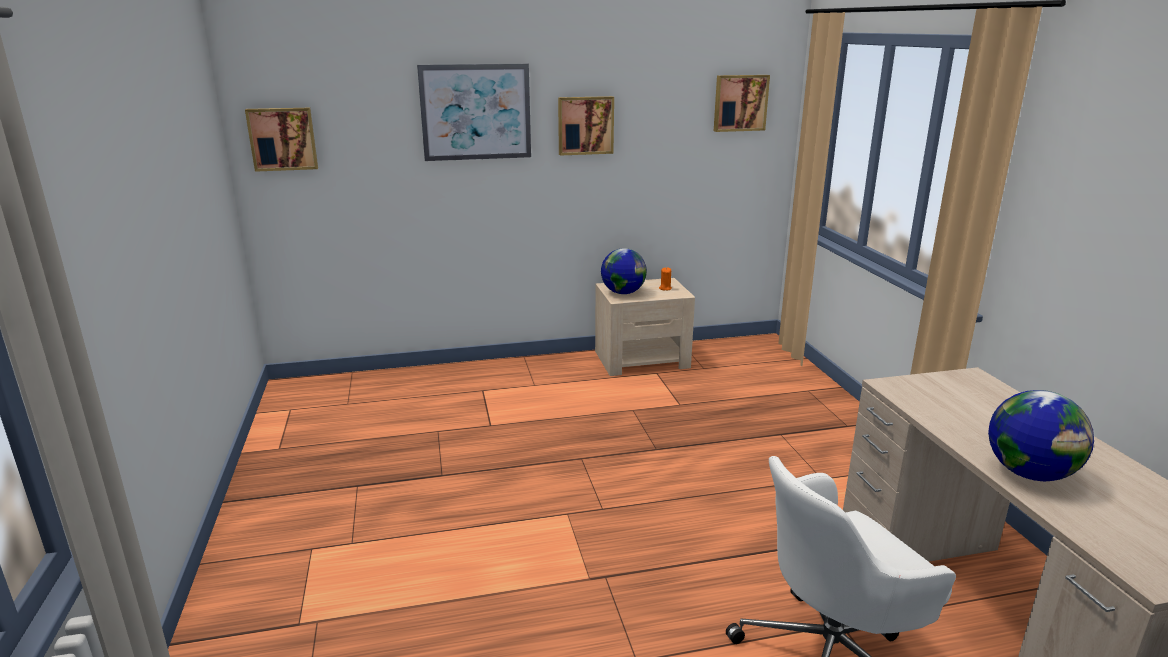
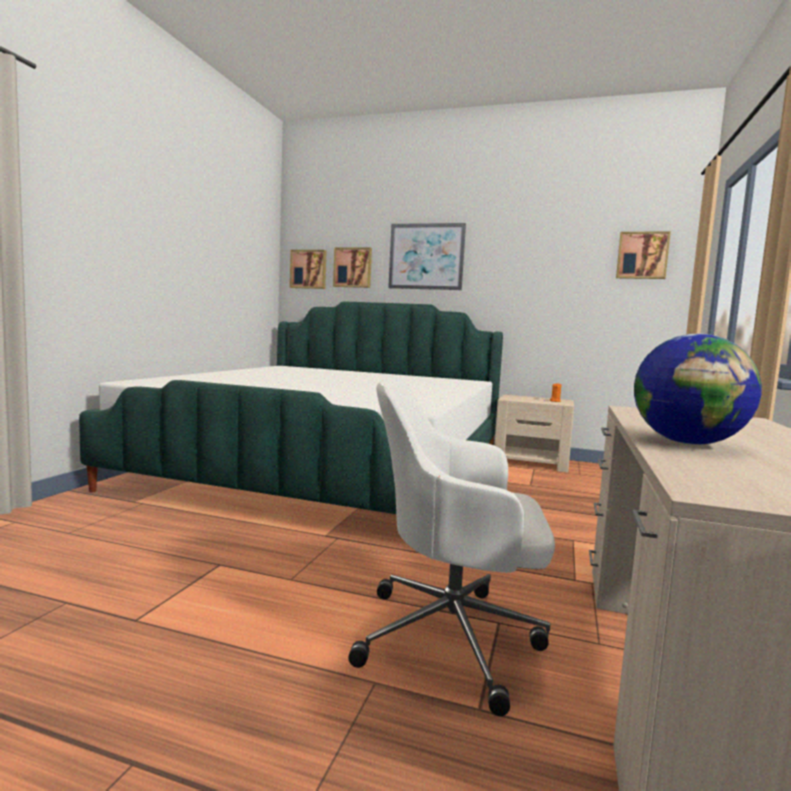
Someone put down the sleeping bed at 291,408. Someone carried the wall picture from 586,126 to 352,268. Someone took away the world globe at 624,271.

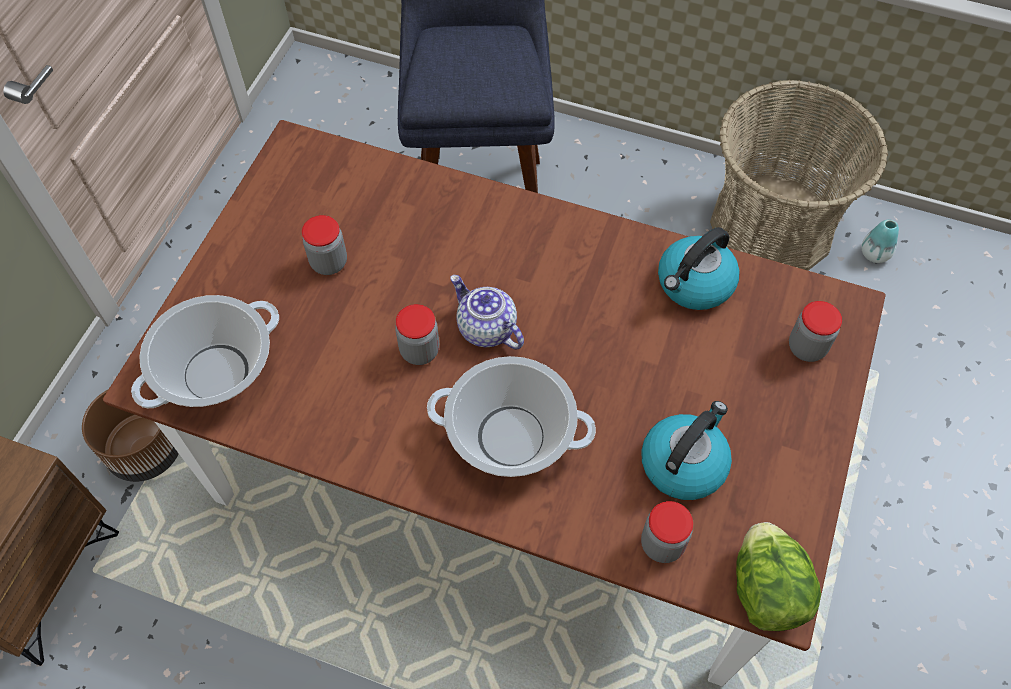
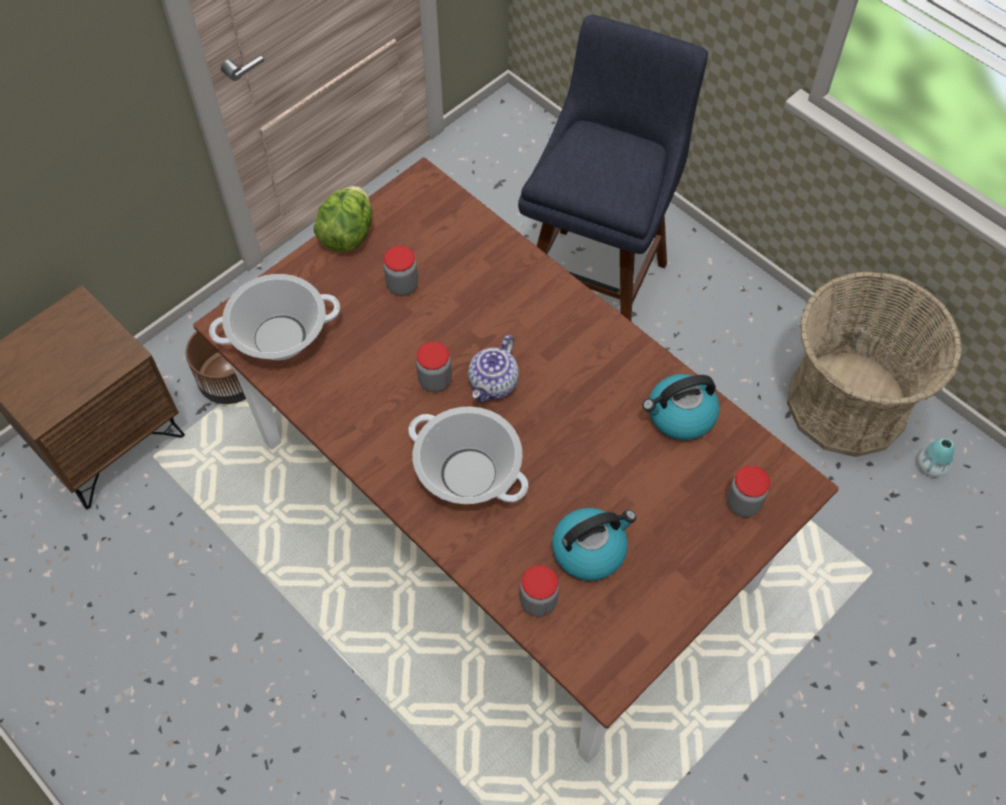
Someone carried the lettuce from 778,576 to 343,219. Someone rotated the teapot at 487,312 by 135 degrees counterclockwise.

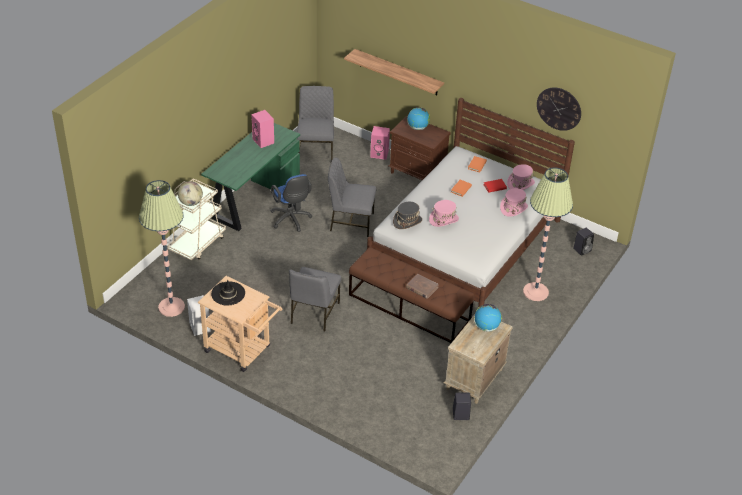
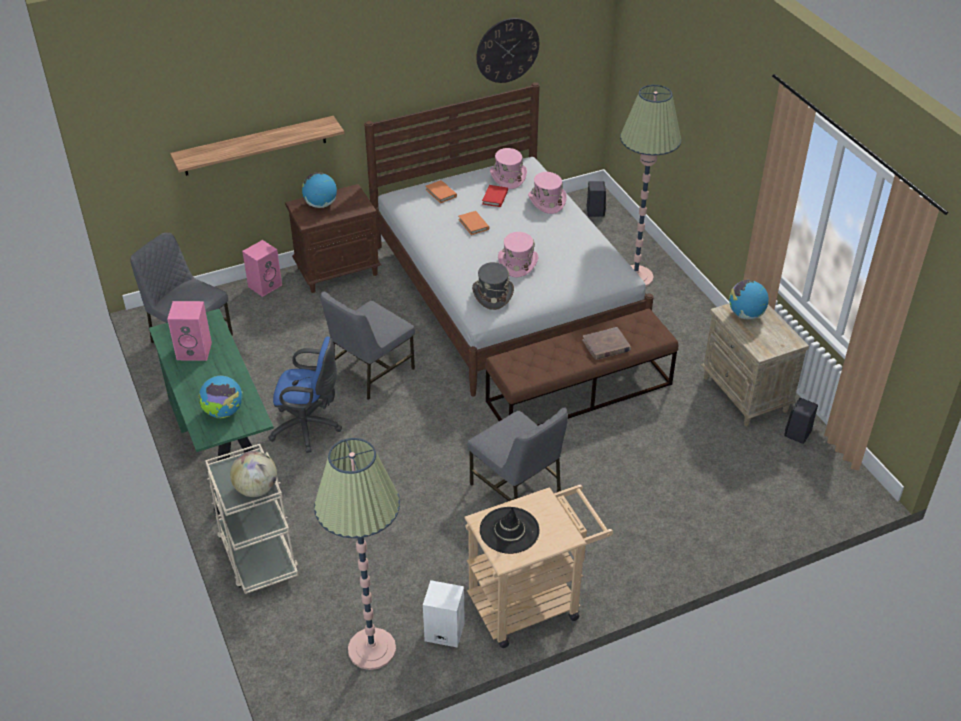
Someone put down the world globe at 220,397.

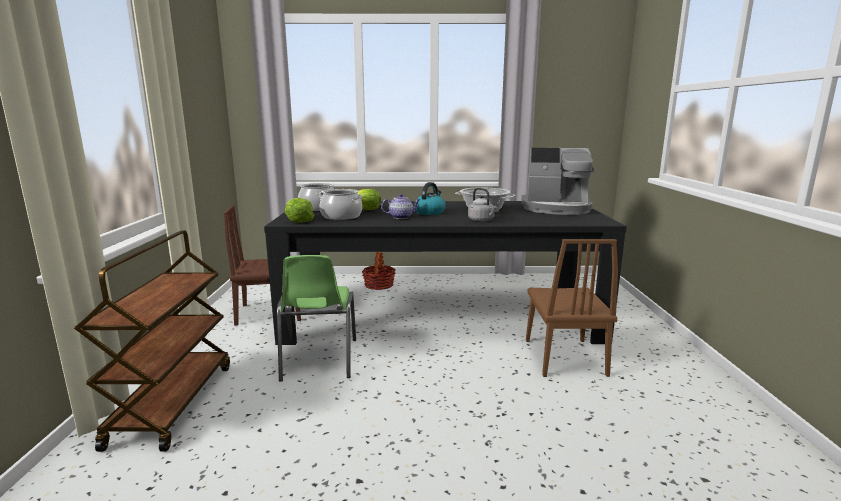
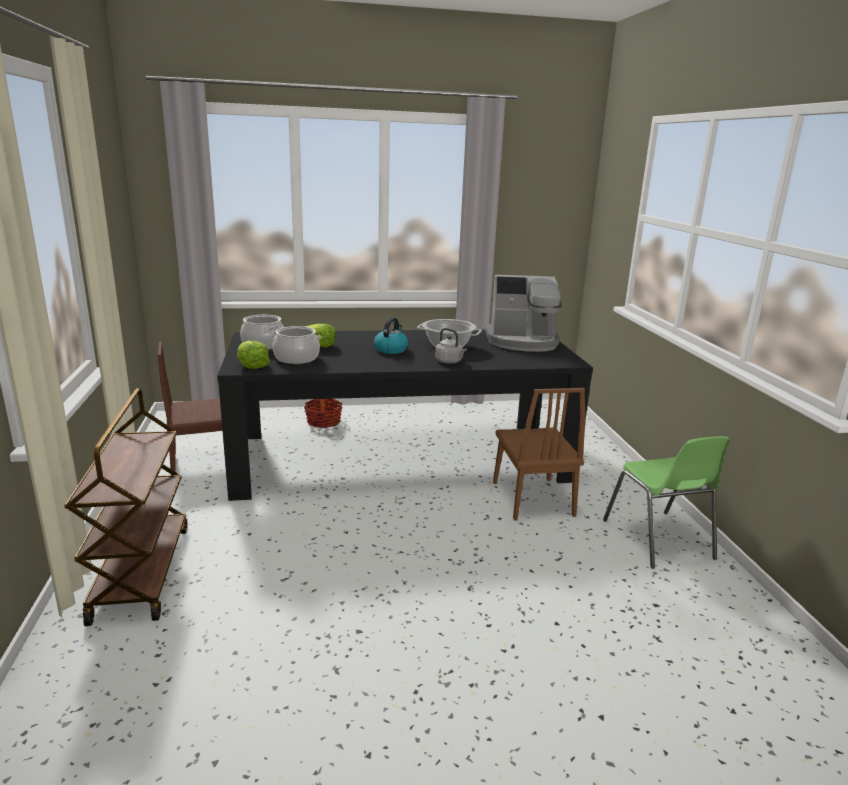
Someone carried the green-coloured chair from 316,318 to 666,502. Someone took away the teapot at 400,206.

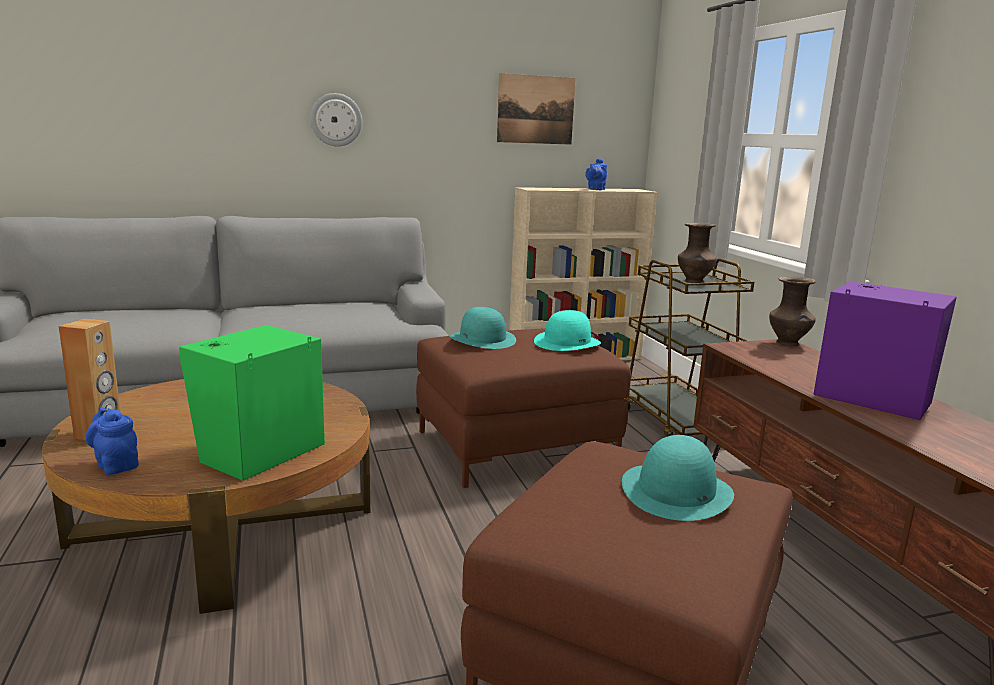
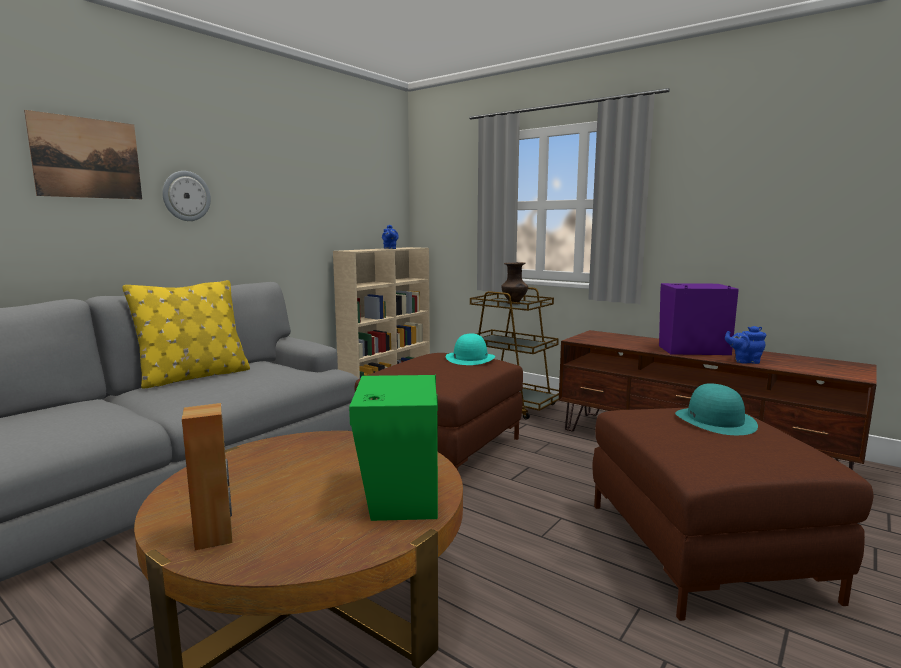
Someone carried the wall picture from 536,109 to 83,154. Someone put down the yellow-coloured throw pillow at 186,334. Someone carried the bluish teapot from 112,441 to 745,345. Someone took away the turquoise clothing hat at 483,328. Someone took away the brownish decorative vase at 792,311.

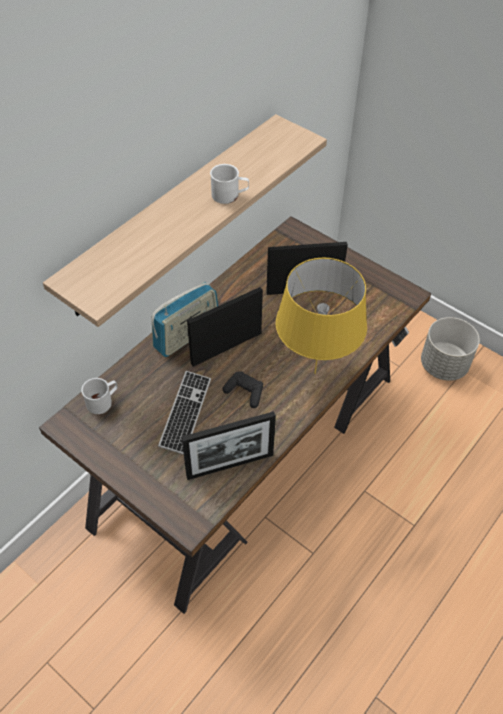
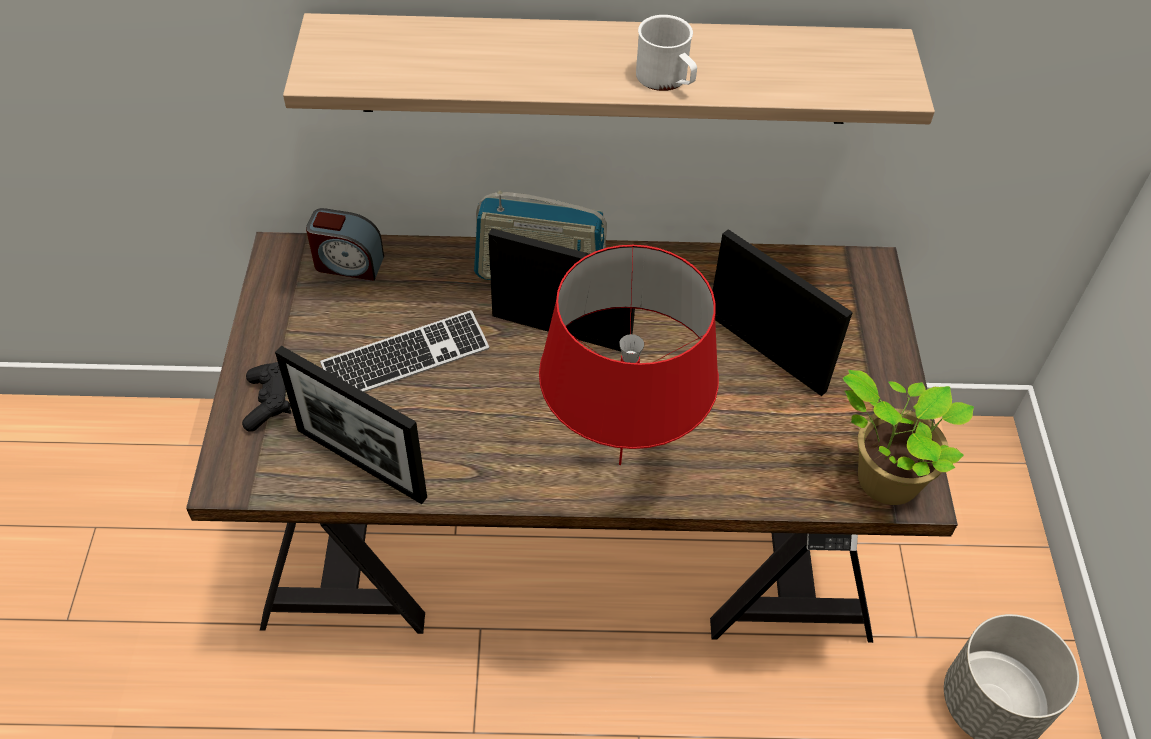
Someone carried the black gamepad from 242,389 to 267,396. Someone swapped the white mug at 99,396 for the alarm clock at 345,244. Someone repainted the yellow-coloured lamp for a table at 321,316, which became the red lamp for a table at 629,355. Someone put down the potted plant at 908,437.

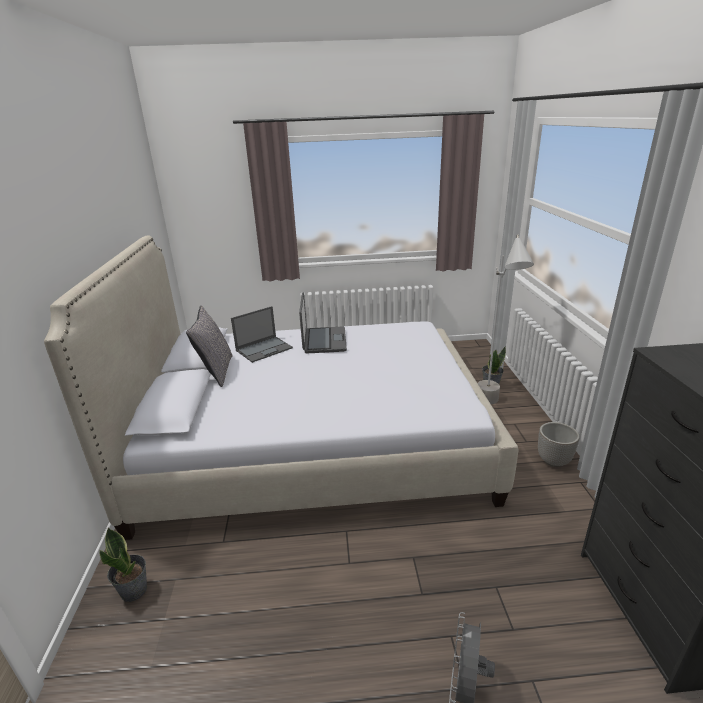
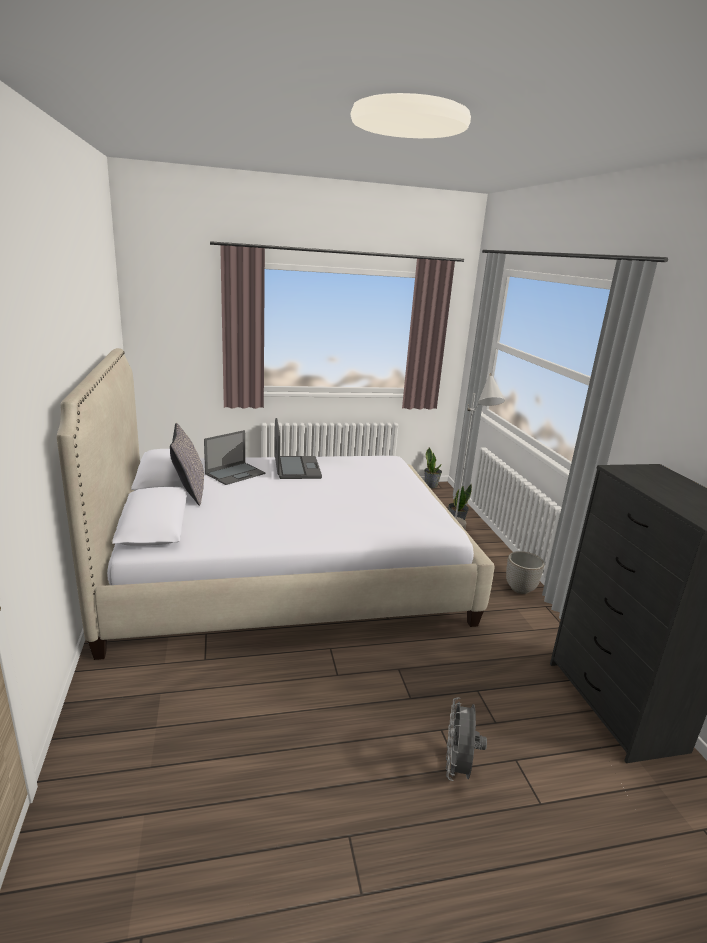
Someone carried the potted plant from 123,565 to 433,468.

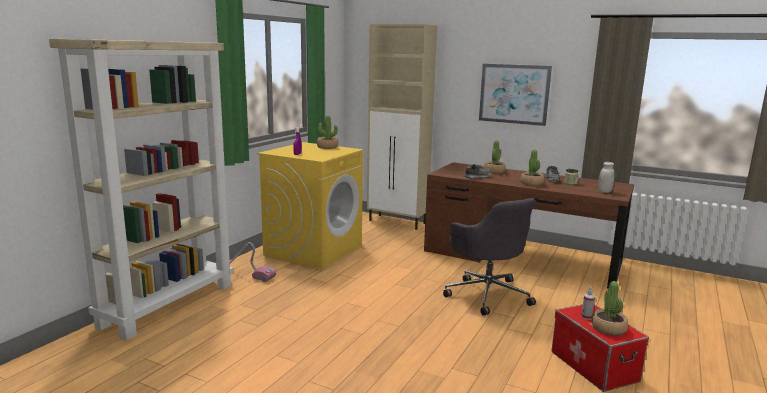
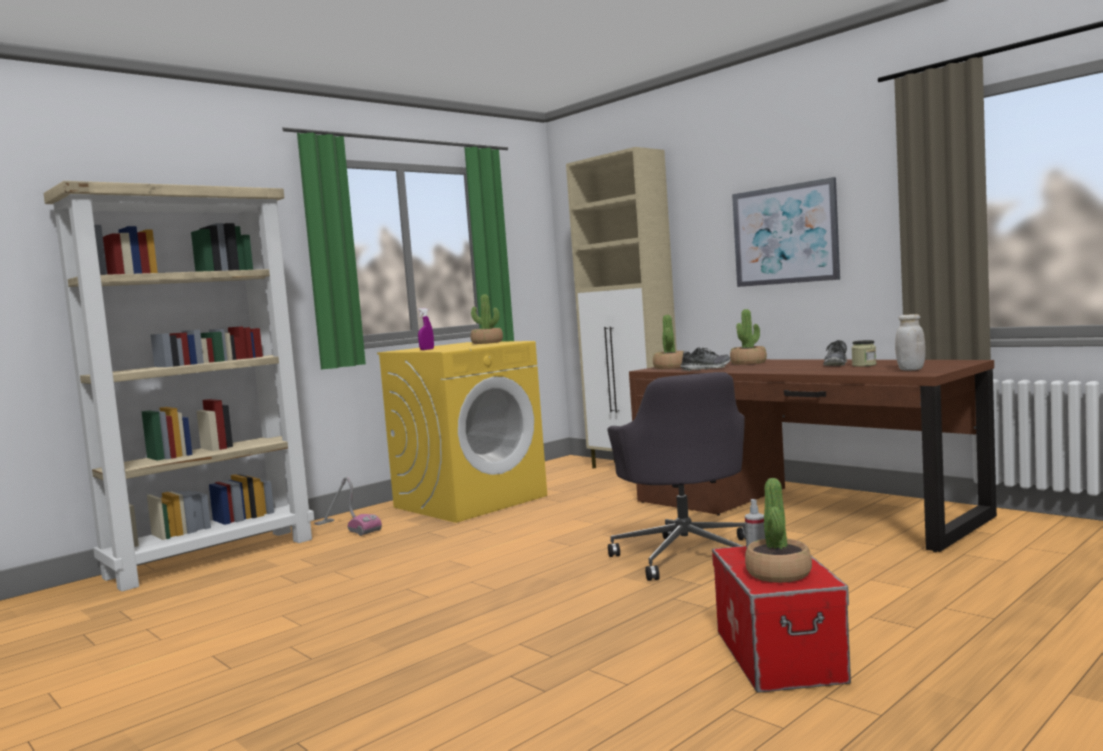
Someone carried the potted plant from 532,168 to 668,342.

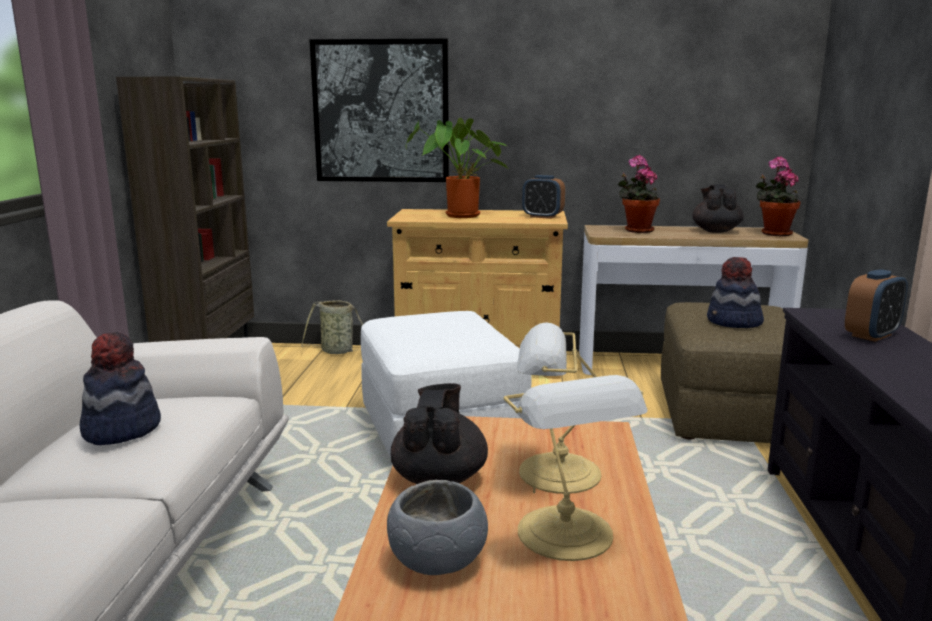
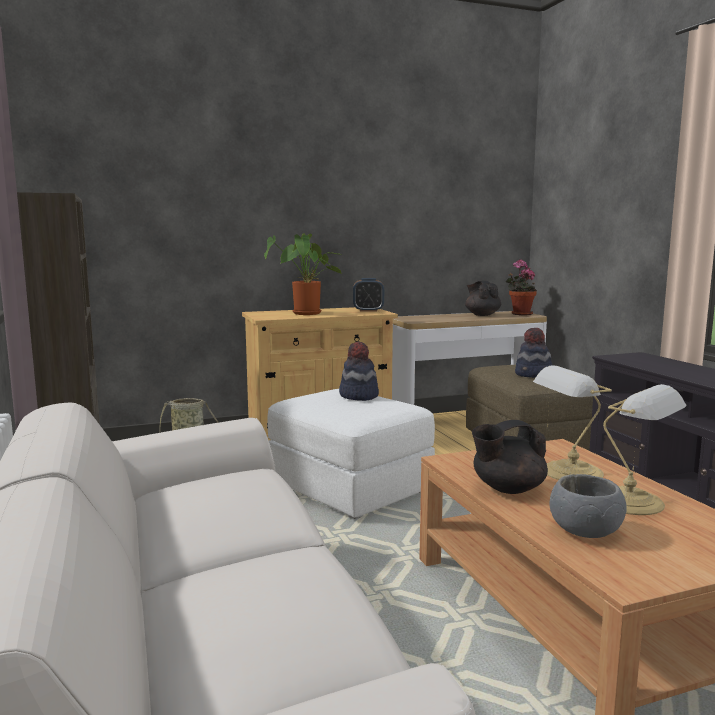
Someone carried the clothing hat from 120,388 to 359,371. Someone rotated the black teapot at 439,433 by 90 degrees counterclockwise. Someone took away the wall picture at 379,110. Someone took away the potted plant at 639,194. Someone took away the alarm clock at 876,305.

